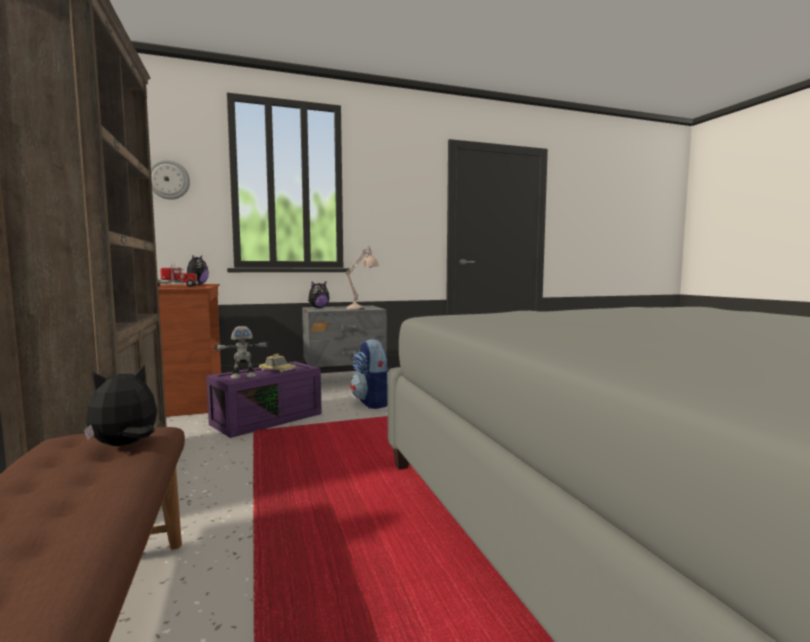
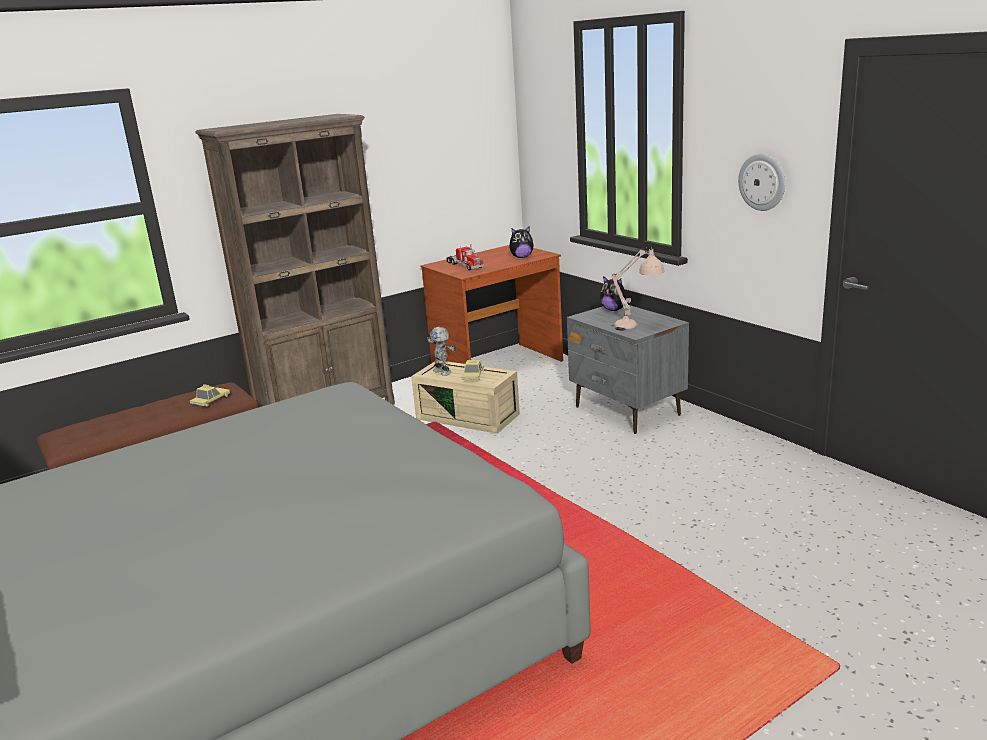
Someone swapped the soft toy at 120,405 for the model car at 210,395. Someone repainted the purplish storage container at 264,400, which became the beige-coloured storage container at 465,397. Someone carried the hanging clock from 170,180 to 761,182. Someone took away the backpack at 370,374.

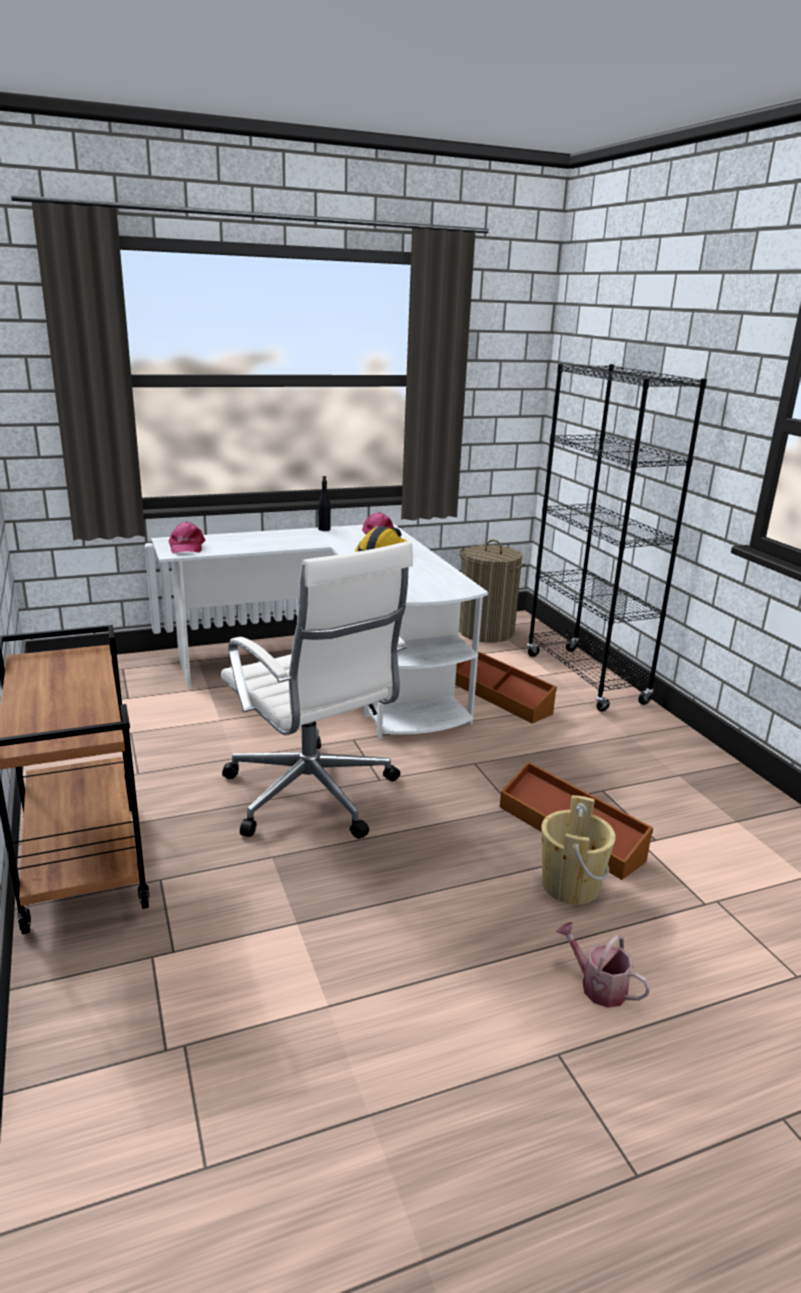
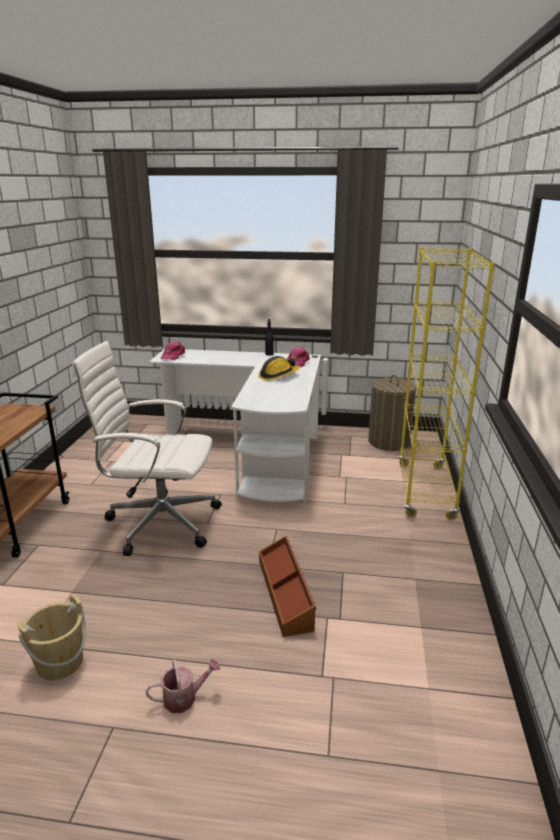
Someone carried the beige-coloured water bucket from 579,850 to 51,637. Someone rotated the white office chair at 317,690 by 105 degrees clockwise. Someone rotated the sprinkling can at 603,965 by 90 degrees clockwise. Someone repainted the black bookshelf at 617,537, which became the yellow-coloured bookshelf at 446,383. Someone took away the brownish storage container at 506,687.

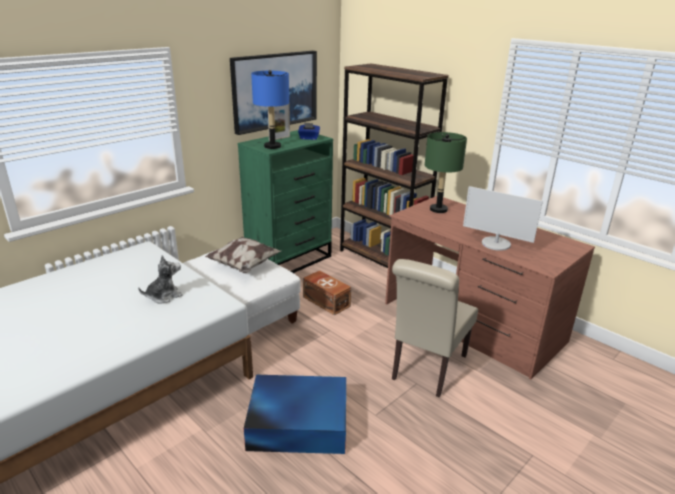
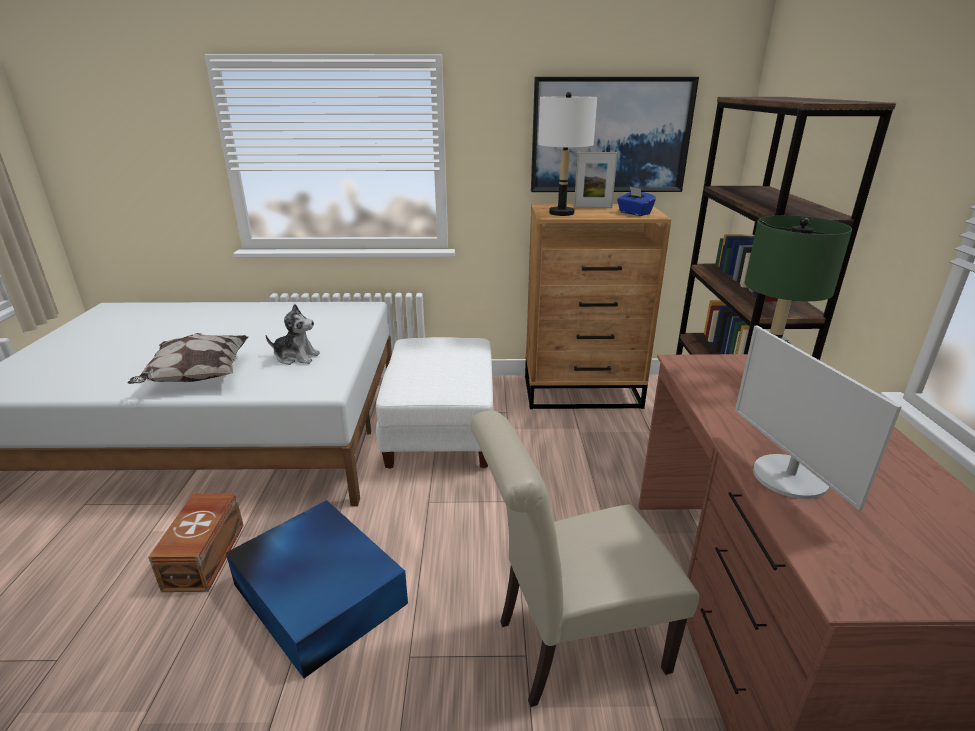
Someone carried the throw pillow from 243,255 to 188,358. Someone carried the brownish storage container from 327,292 to 196,542. Someone repainted the green-coloured chest of drawers at 285,201, which became the brownish chest of drawers at 598,306. Someone repainted the bluish lamp for a table at 270,109, which became the white lamp for a table at 567,154.

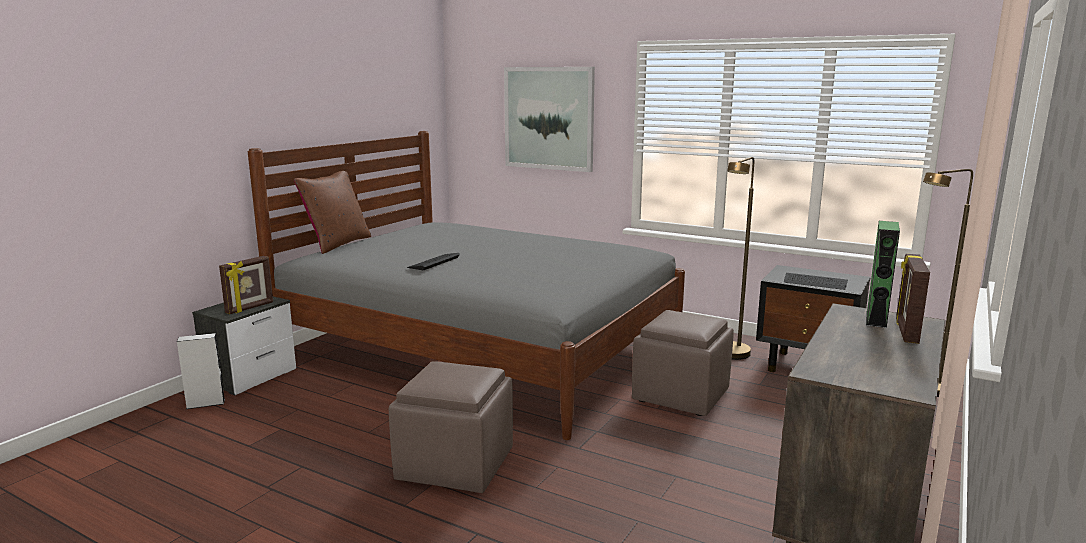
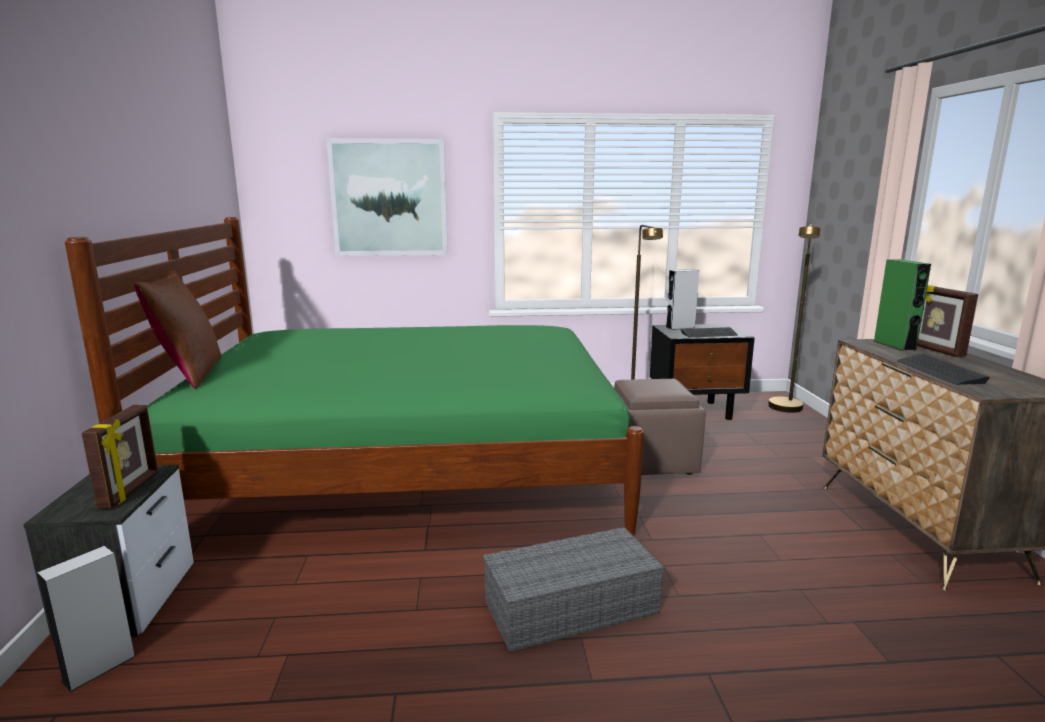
Someone repainted the grey sleeping bed at 466,285, which became the green-coloured sleeping bed at 354,376. Someone swapped the brownish footrest at 451,427 for the grey storage container at 573,589. Someone put down the grey speaker at 682,299. Someone carried the PC keyboard from 433,261 to 943,369.

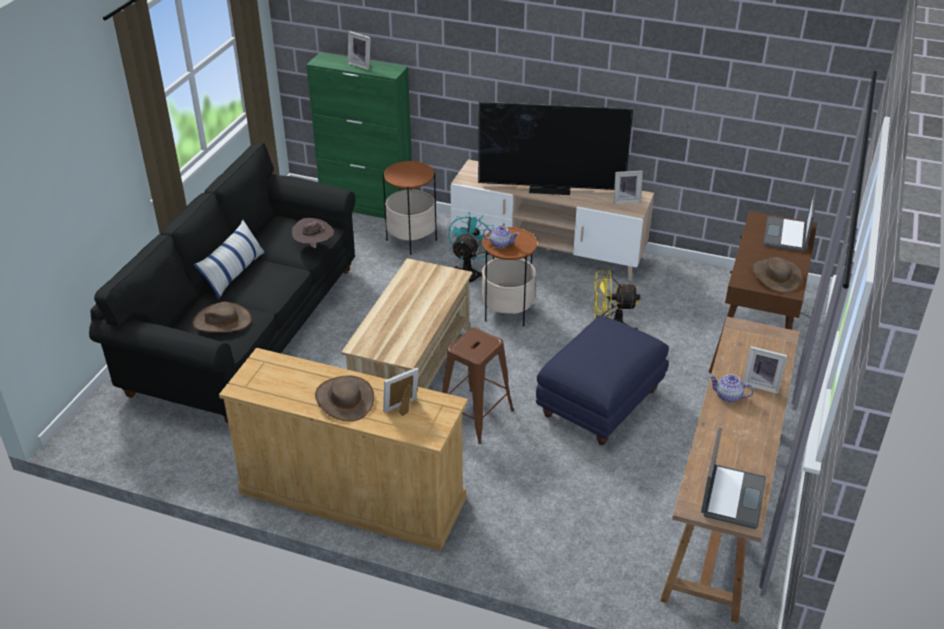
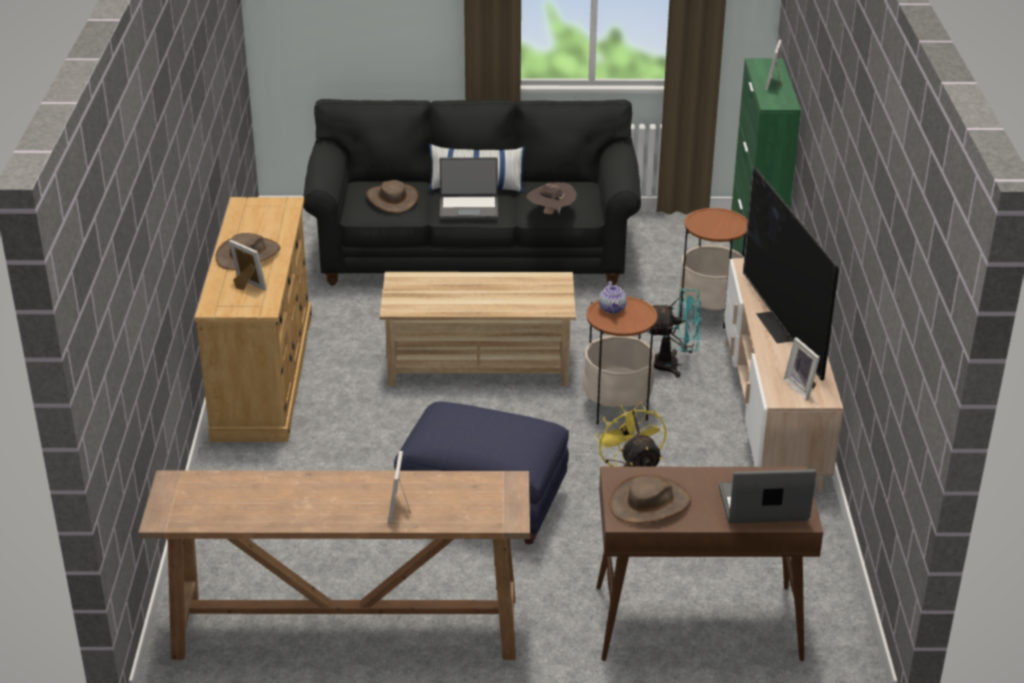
Someone carried the laptop from 733,478 to 469,188. Someone took away the brownish sitting stool at 478,385. Someone took away the teapot at 731,388.

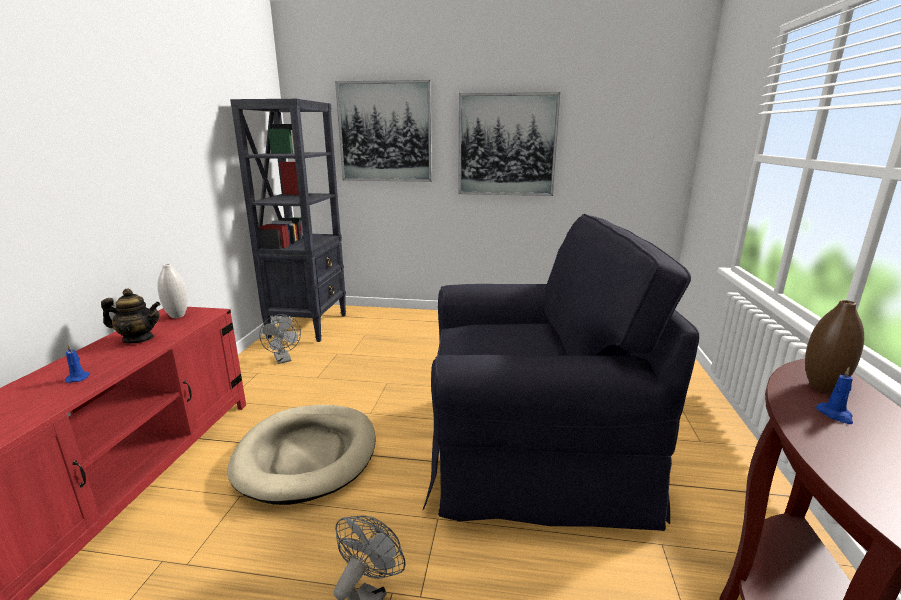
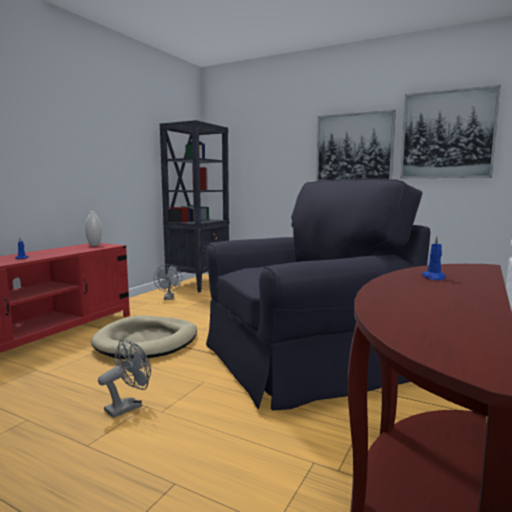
Someone rotated the black easy chair at 561,372 by 45 degrees counterclockwise. Someone carried the wall picture from 383,131 to 450,131. Someone took away the teapot at 131,316. Someone took away the brownish decorative vase at 834,346.

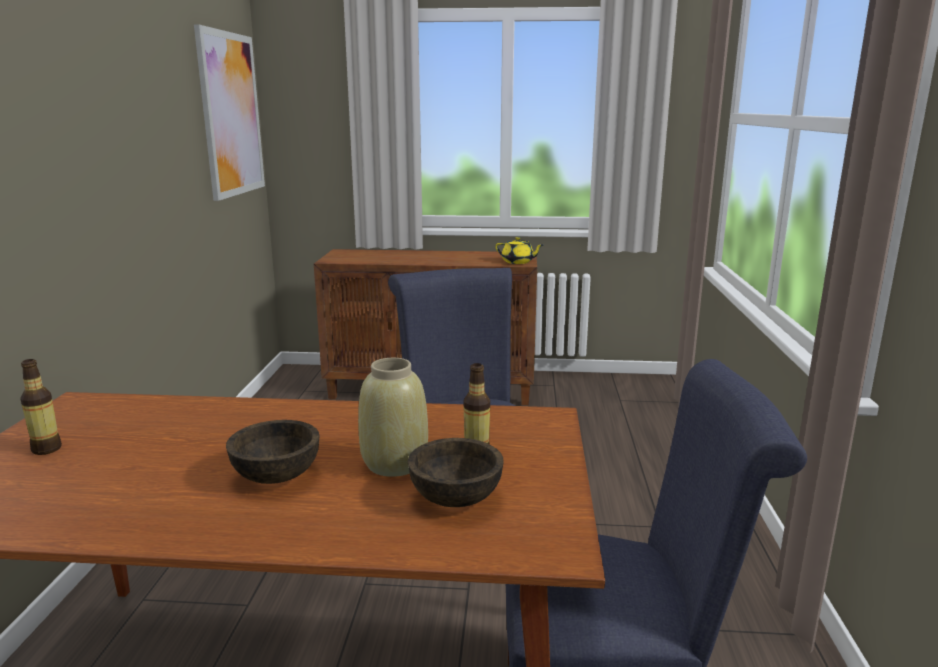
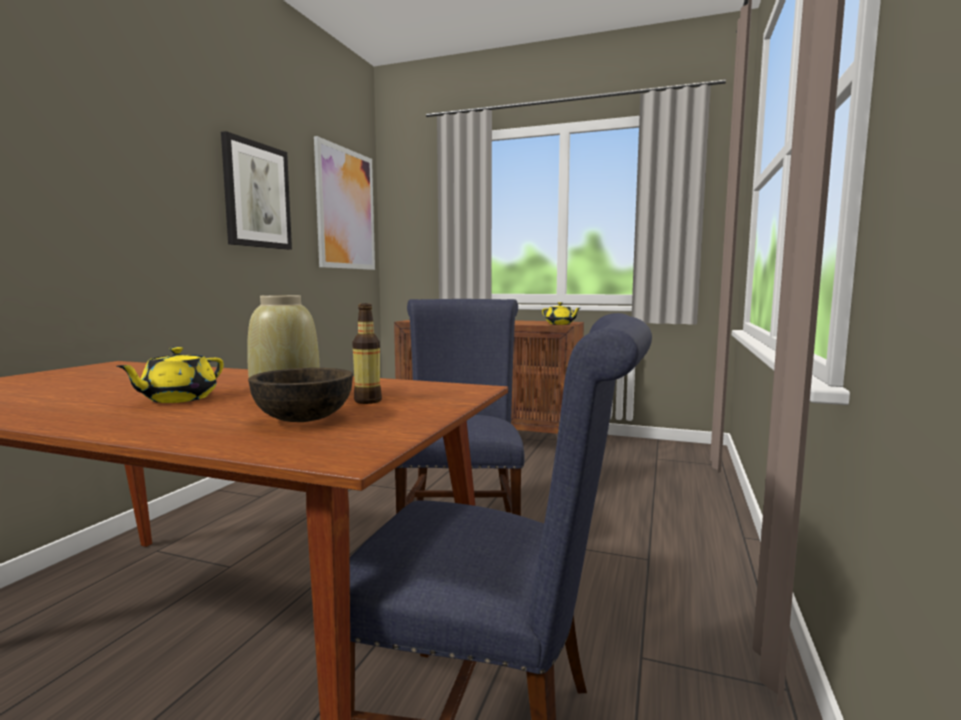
Someone swapped the brownish serving bowl at 272,452 for the yellow-coloured teapot at 170,375. Someone put up the wall picture at 256,190. Someone took away the bottle at 41,407.

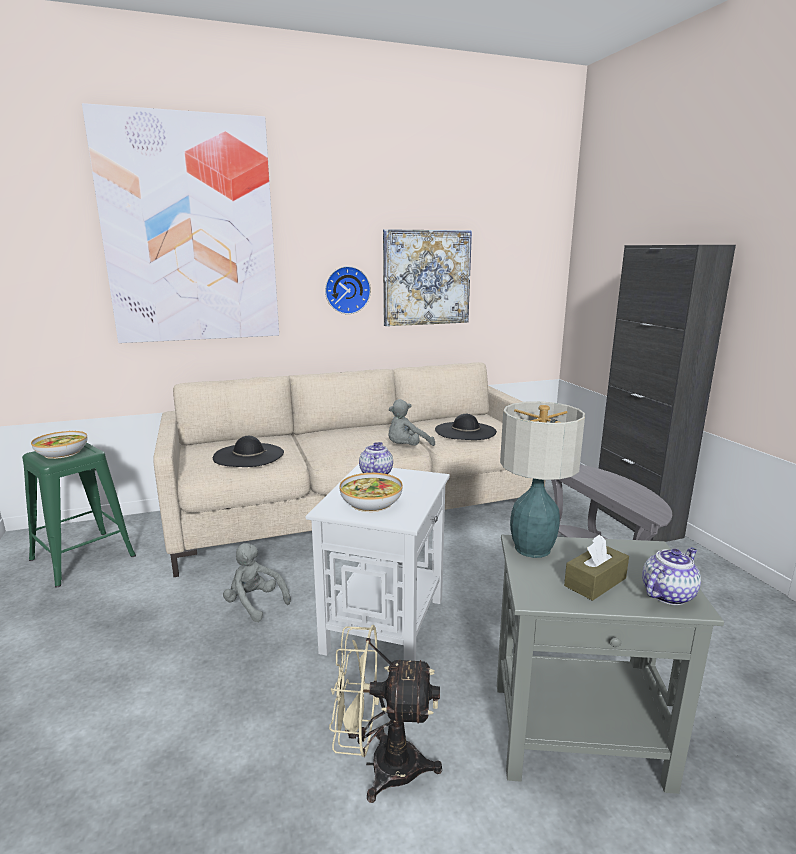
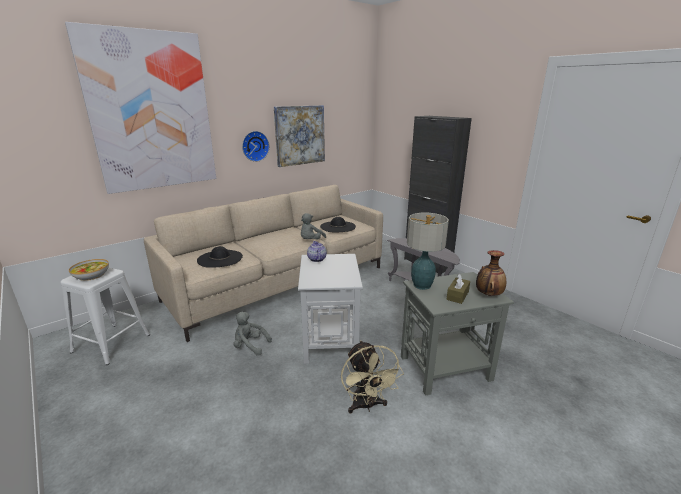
Someone repainted the green-coloured sitting stool at 79,515, which became the white sitting stool at 105,316. Someone rotated the beige-coloured electric fan at 385,714 by 90 degrees counterclockwise. Someone swapped the teapot at 671,576 for the decorative vase at 491,273. Someone took away the serving bowl at 371,492.

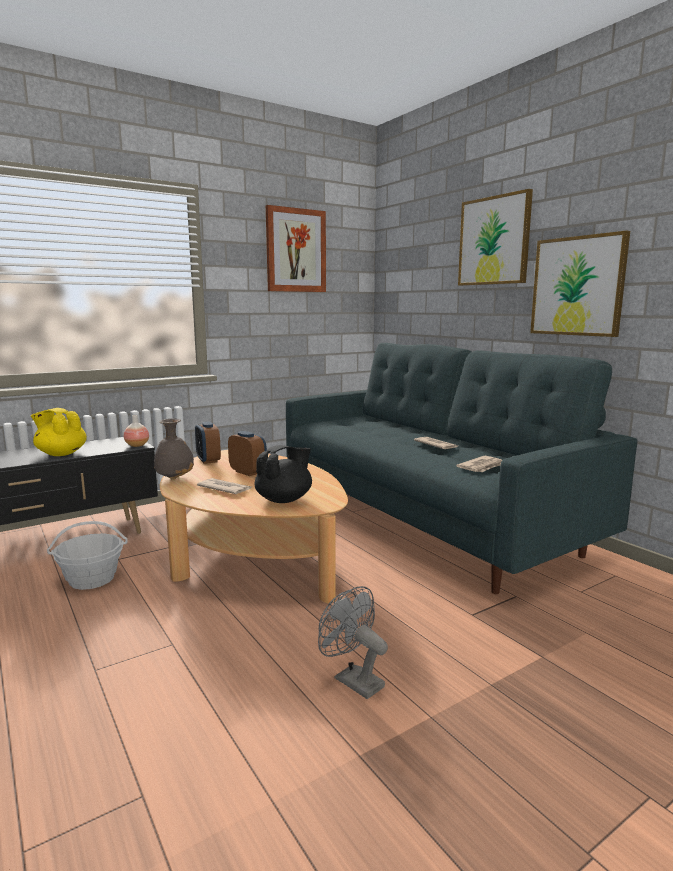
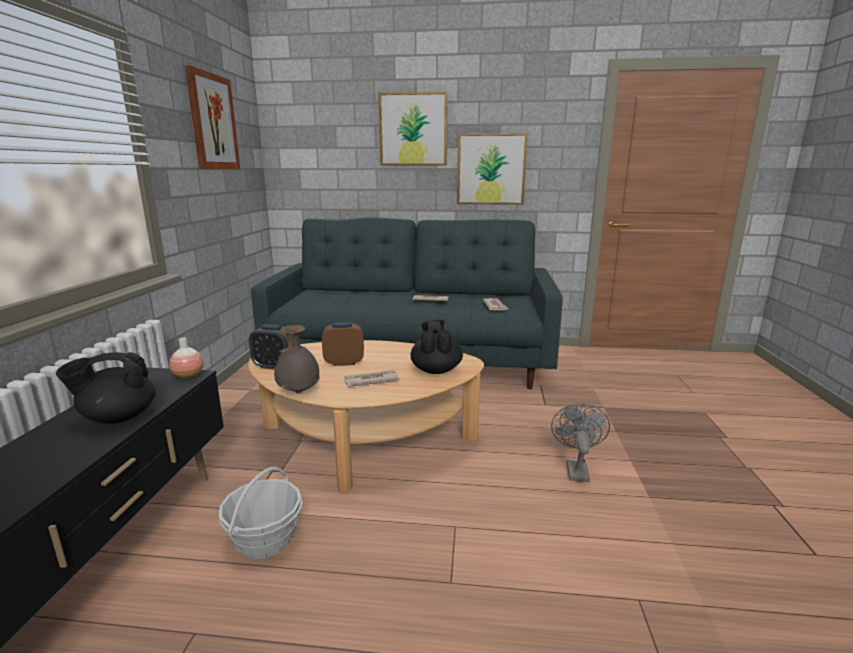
Someone repainted the yellow-coloured teapot at 59,432, which became the black teapot at 106,388. Someone rotated the grey electric fan at 353,642 by 105 degrees clockwise.

